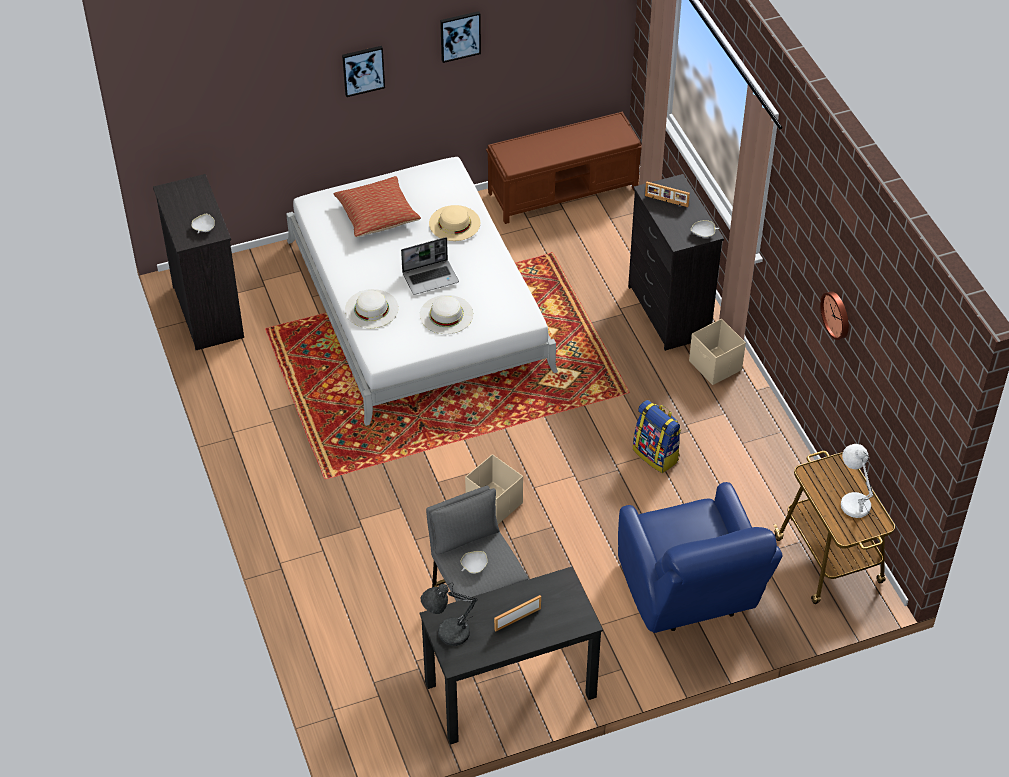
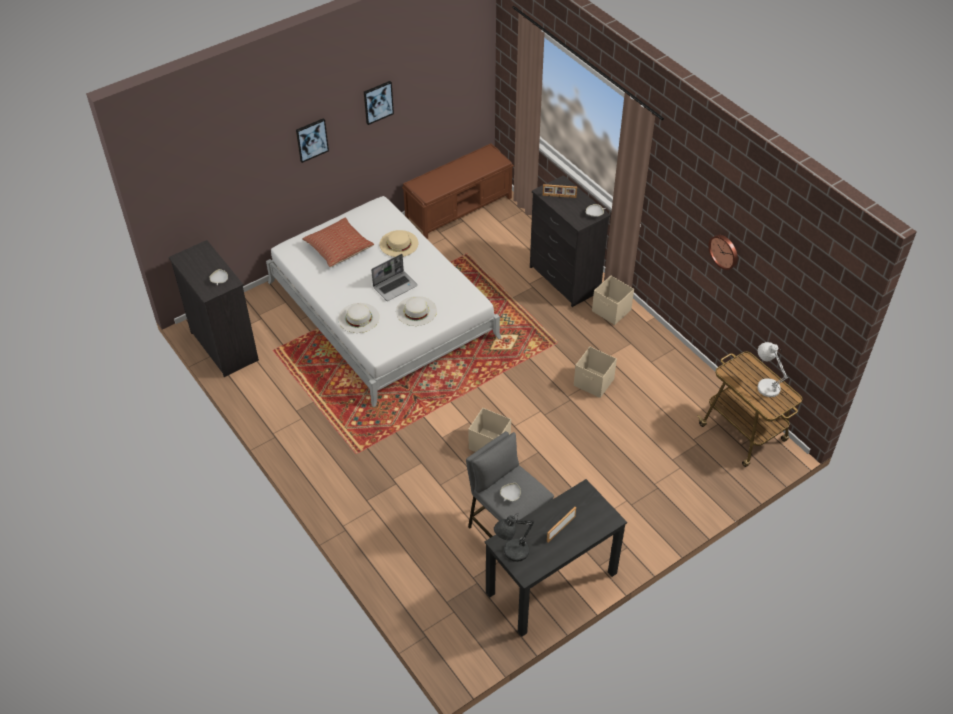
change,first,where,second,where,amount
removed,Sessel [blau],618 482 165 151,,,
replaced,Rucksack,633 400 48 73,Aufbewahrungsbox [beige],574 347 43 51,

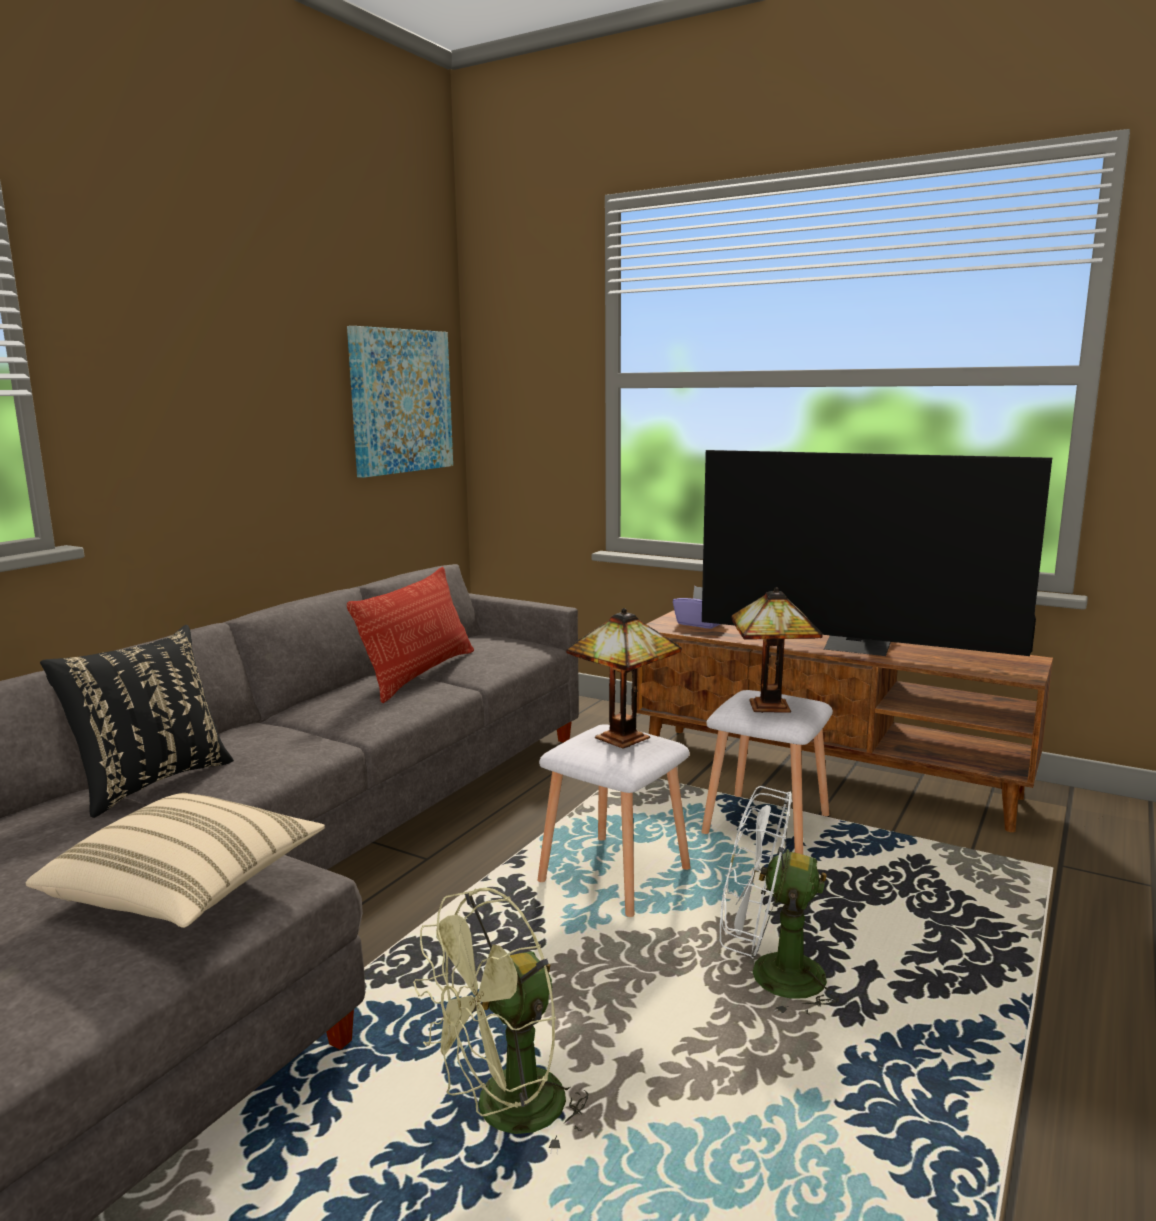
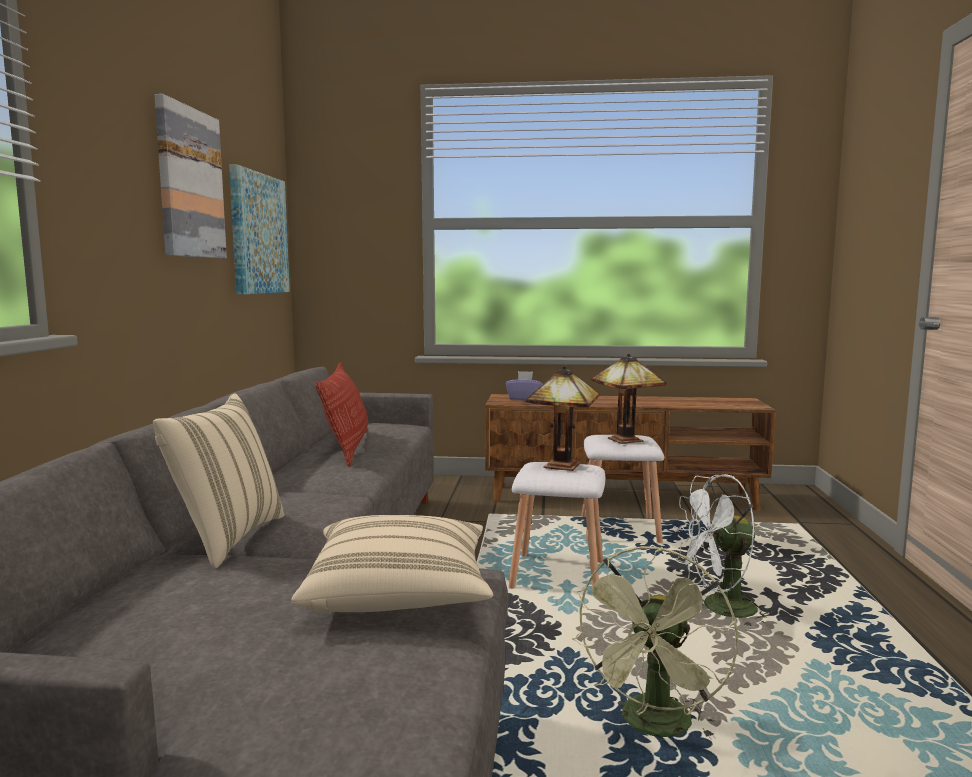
change,first,where,second,where,amount
removed,Fernseher,702 450 350 206,,,
added,,,Bild,155 94 72 164,
recoloured,Kissen [schwarz],40 625 194 193,Kissen [beige],153 393 132 176,

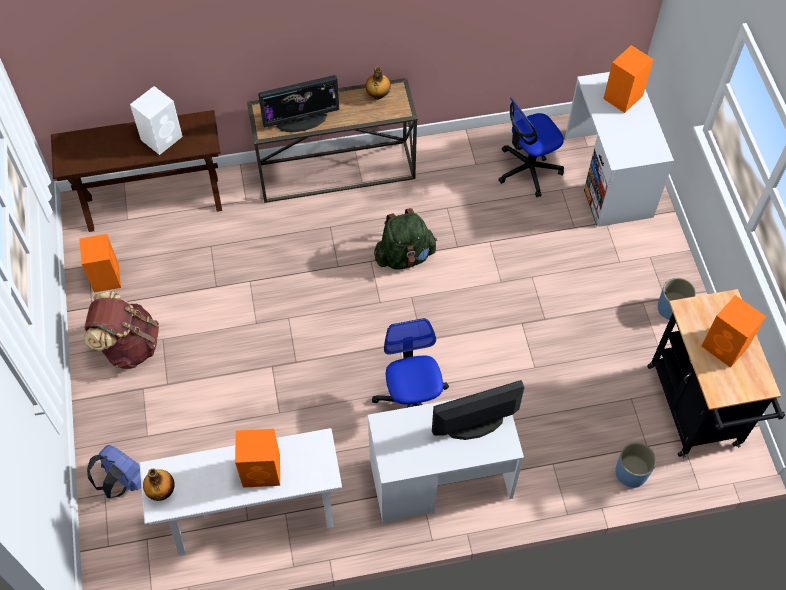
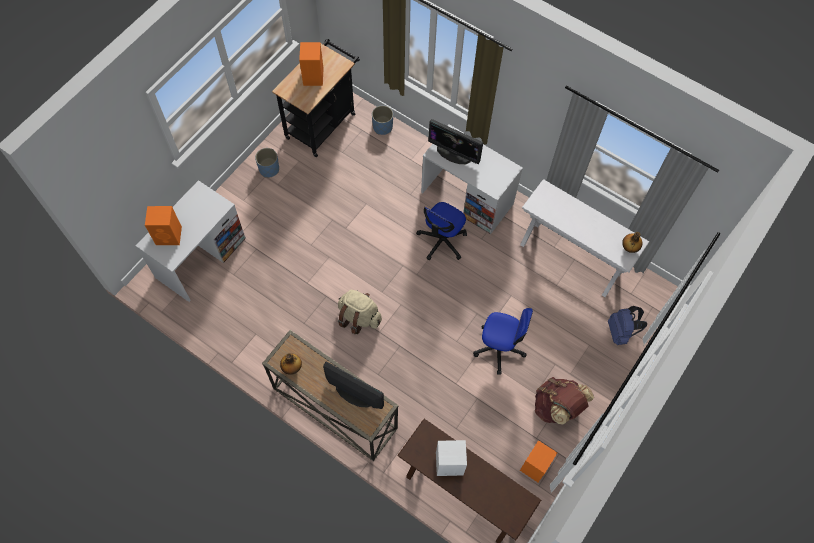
change,first,where,second,where,amount
removed,Lautsprecher [orange],235 429 45 59,,,
moved,Bürostuhl,498 98 66 99,,473 308 60 67,
recoloured,Rucksack [grün],374 208 63 62,Rucksack [beige],338 290 44 44,

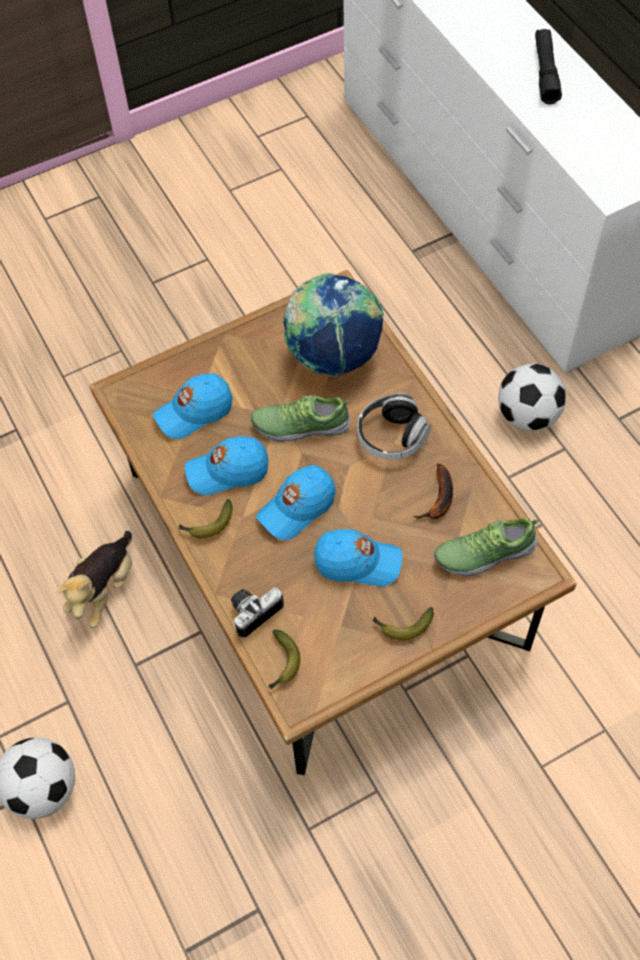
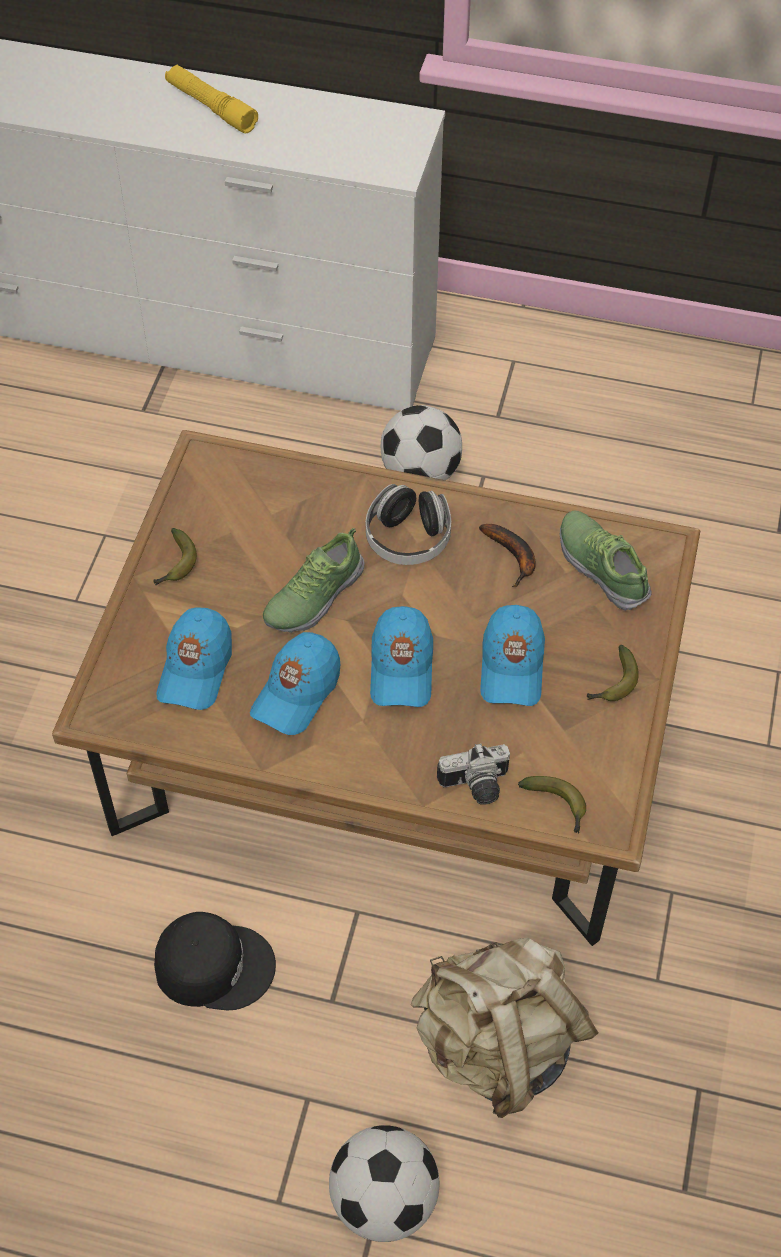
change,first,where,second,where,amount
removed,Globus,283 273 101 104,,,
added,,,Rucksack [beige],411 938 187 180,
moved,Banane,178 499 55 39,,153 528 44 57,
replaced,Plüschtier,57 531 75 97,Kappe [schwarz],154 912 122 98,
recoloured,Taschenlampe [schwarz],535 29 27 75,Taschenlampe [gelb],165 65 93 68,
turned,Kamera,231 588 53 49,,437 743 73 62,105 degrees counterclockwise
turned,Kappe [blau],314 529 88 57,,480 605 65 101,135 degrees clockwise
turned,Schuh,434 518 105 59,,560 511 92 100,120 degrees clockwise

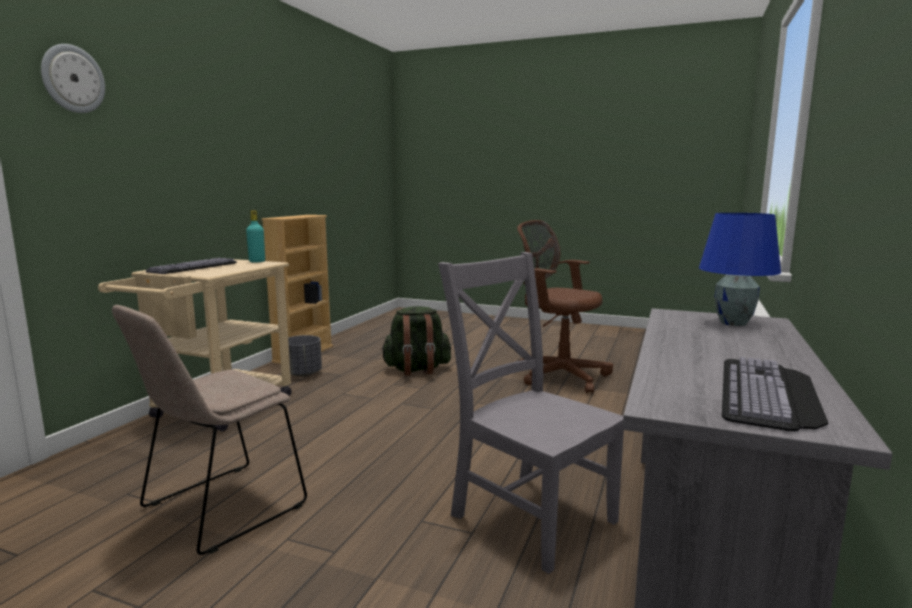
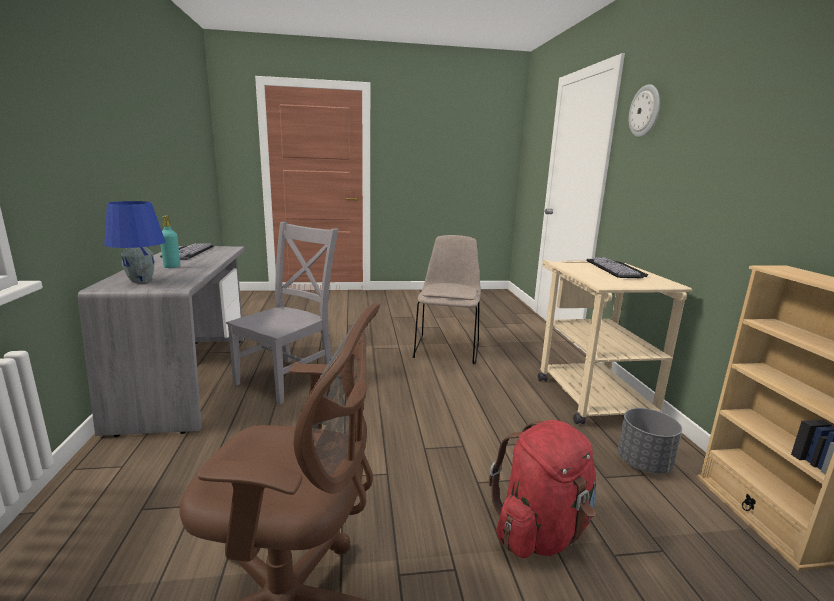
change,first,where,second,where,amount
moved,Flasche [türkis],246 210 19 52,,160 216 20 52,
recoloured,Rucksack [grün],381 306 70 70,Rucksack [rot],489 420 107 138,
turned,Stuhl [grau],438 252 186 322,,226 222 113 183,75 degrees counterclockwise

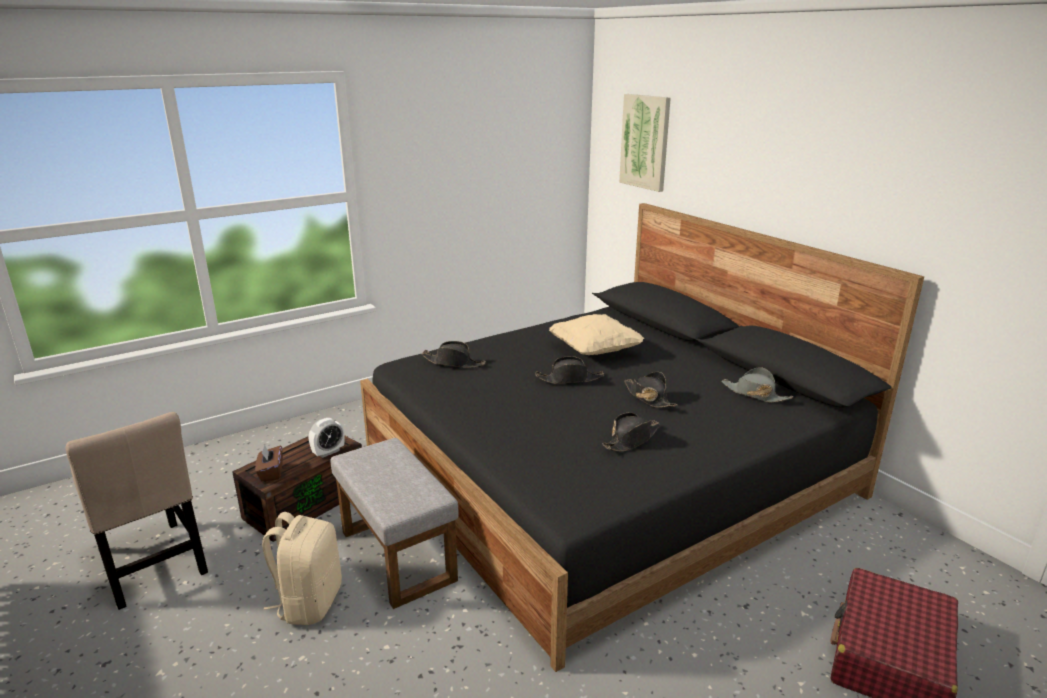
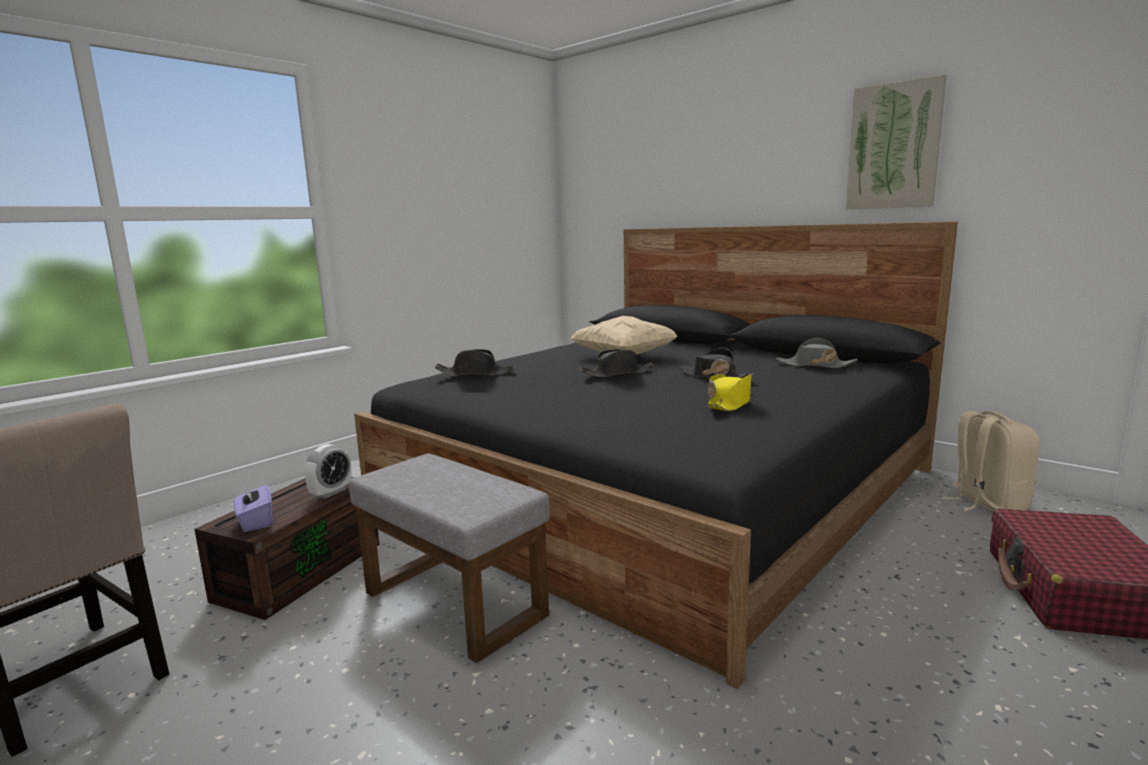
change,first,where,second,where,amount
moved,Rucksack [beige],262 512 80 113,,941 411 99 101,
moved,Bild,619 94 52 98,,846 74 100 136,
recoloured,Taschentuchbox [braun],255 444 28 38,Taschentuchbox [lila],233 482 40 50,
recoloured,Hut [schwarz],602 413 58 38,Hut [gelb],708 374 44 37,

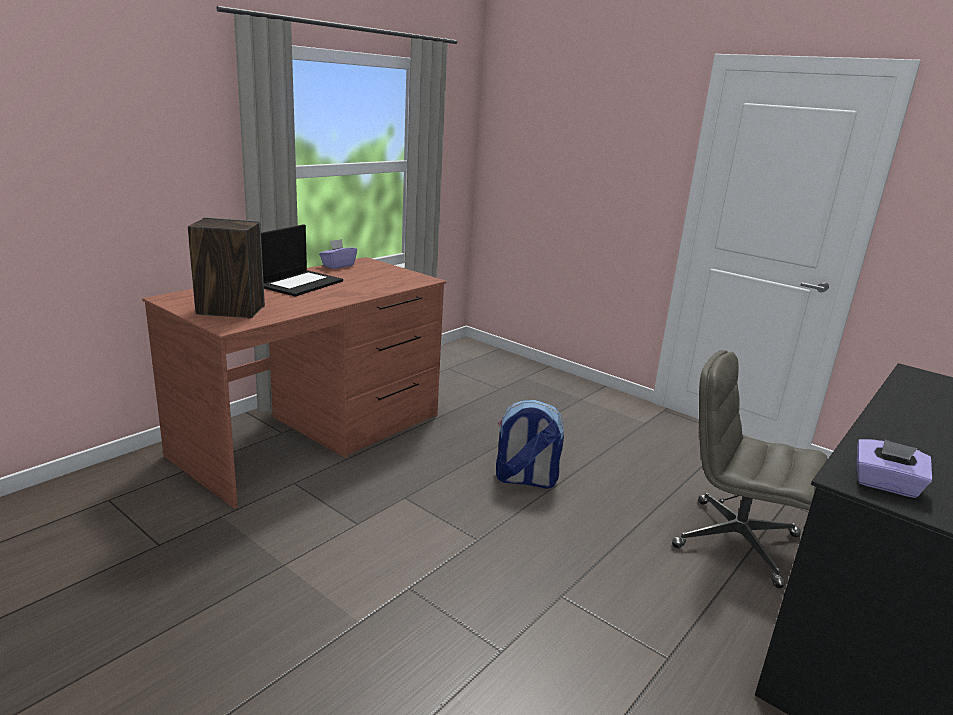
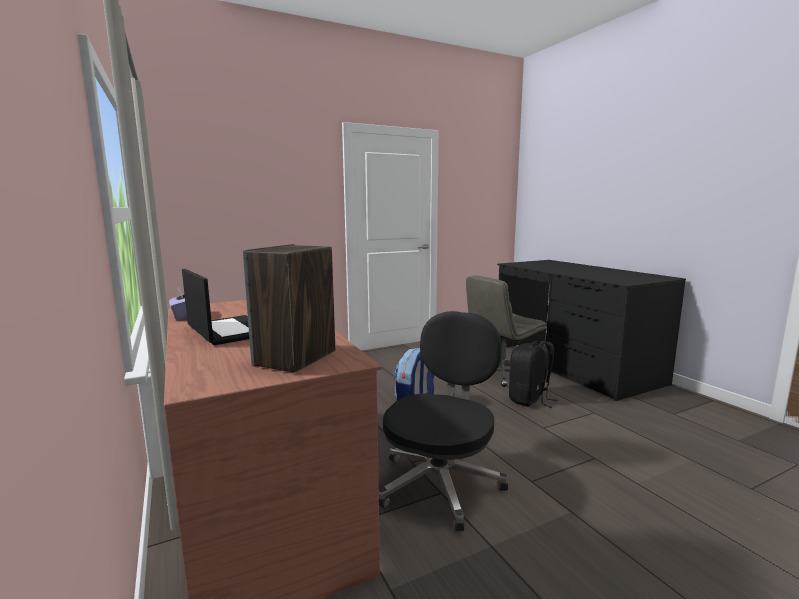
change,first,where,second,where,amount
removed,Taschentuchbox [lila],857 439 75 59,,,
added,,,Bürostuhl [schwarz],379 311 129 220,
added,,,Rucksack [schwarz],509 341 49 67,

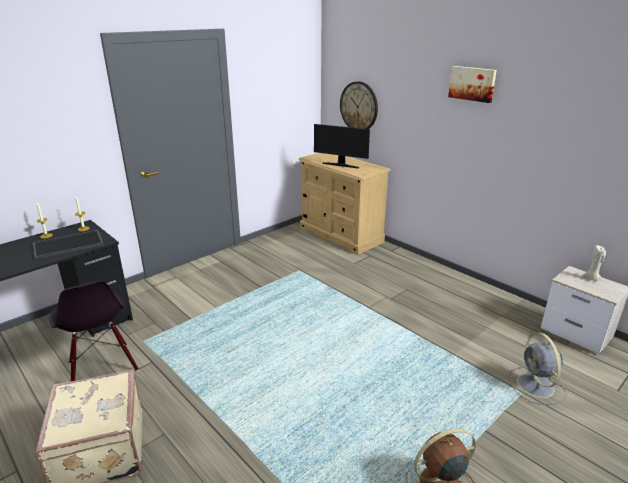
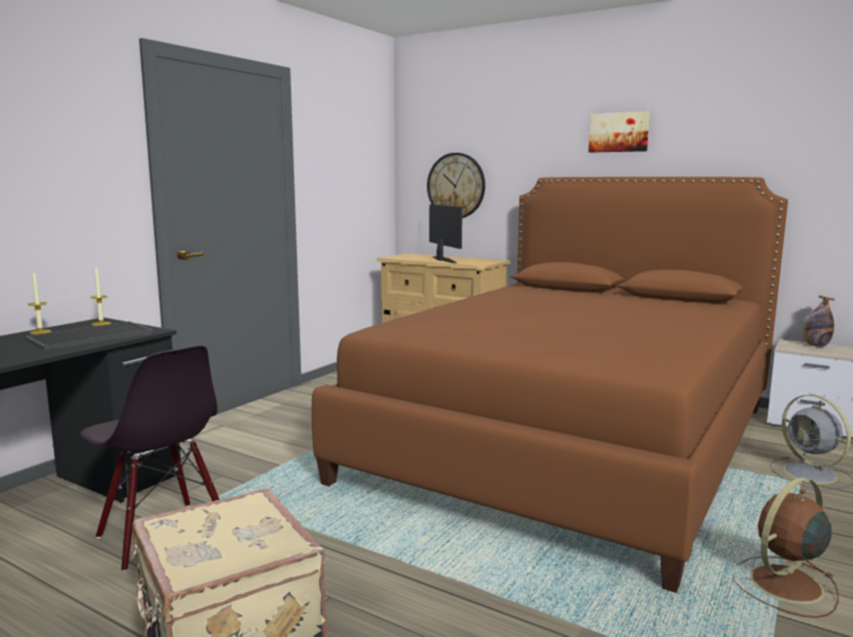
change,first,where,second,where,amount
added,,,Bett [braun],312 177 476 416,
replaced,Kerze [beige],583 245 23 36,Flasche,803 295 31 52,
turned,Monitor,314 124 56 44,,429 204 33 59,120 degrees counterclockwise

